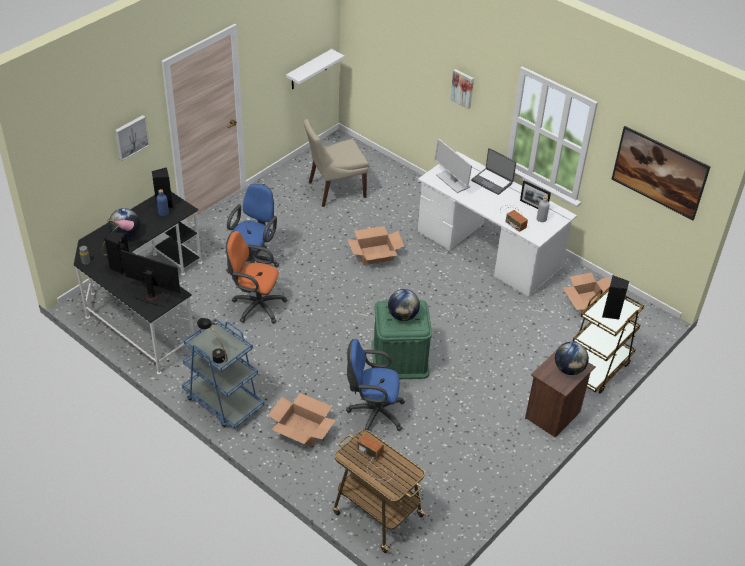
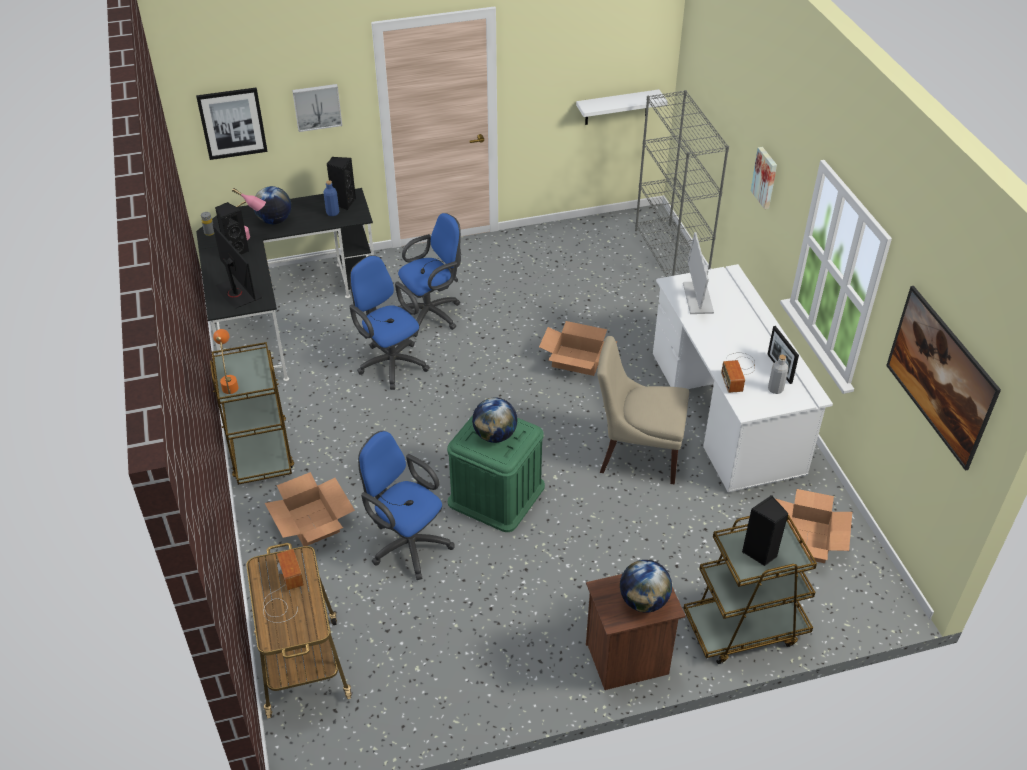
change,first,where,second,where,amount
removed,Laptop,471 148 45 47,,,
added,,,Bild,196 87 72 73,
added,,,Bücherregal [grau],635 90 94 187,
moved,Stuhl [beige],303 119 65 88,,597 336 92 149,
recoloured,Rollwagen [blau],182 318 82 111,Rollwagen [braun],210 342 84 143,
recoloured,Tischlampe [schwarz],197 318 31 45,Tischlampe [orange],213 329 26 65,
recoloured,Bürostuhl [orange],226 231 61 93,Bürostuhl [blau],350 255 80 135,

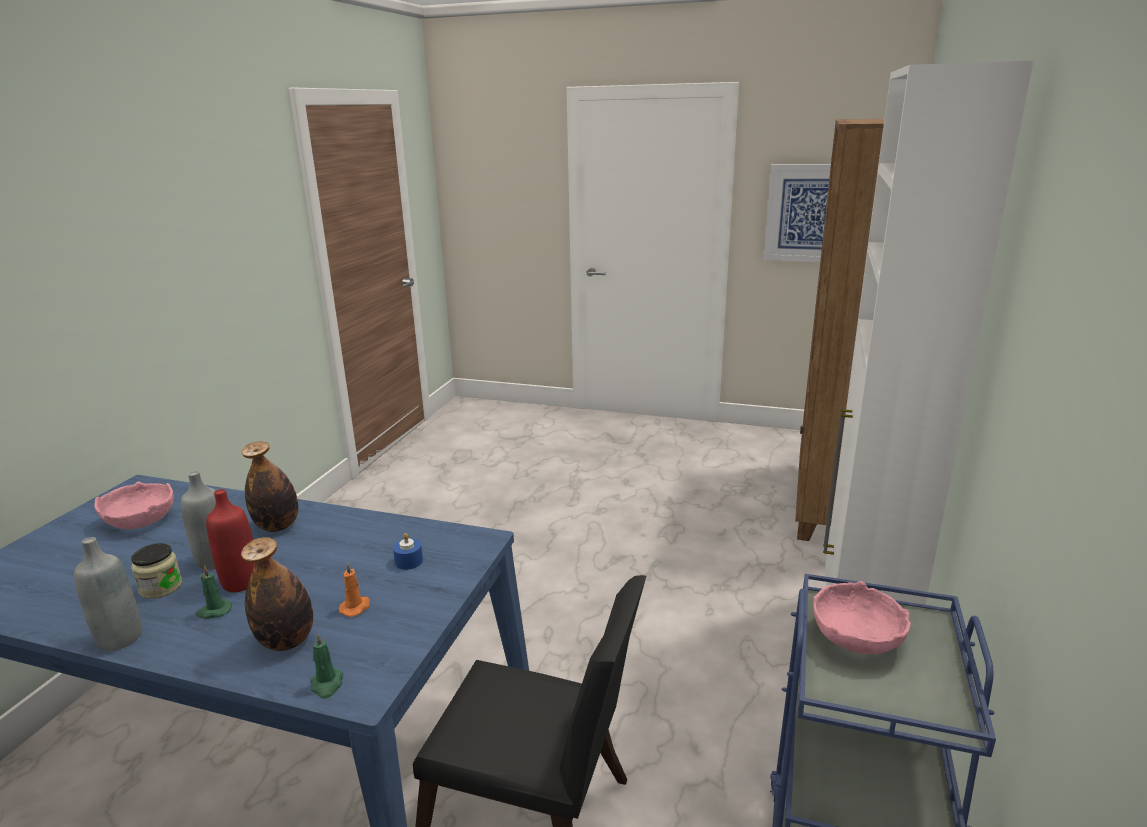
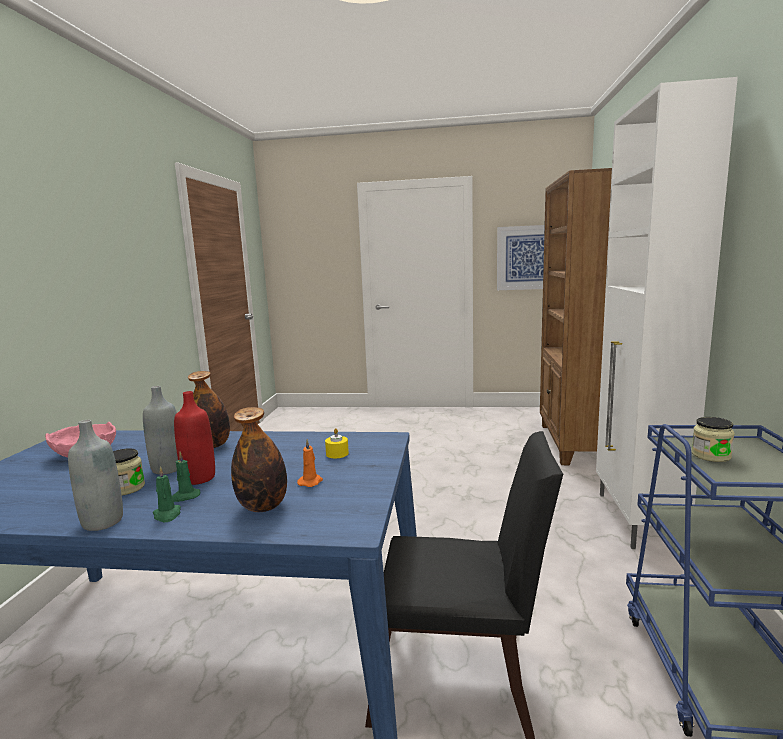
change,first,where,second,where,amount
moved,Kerze [grün],311 633 32 65,,153 467 28 56,
replaced,Schüssel [rosa],813 581 98 73,Vorratsglas,692 417 43 45,
recoloured,Kerze [blau],393 533 30 37,Kerze [gelb],325 428 24 30,

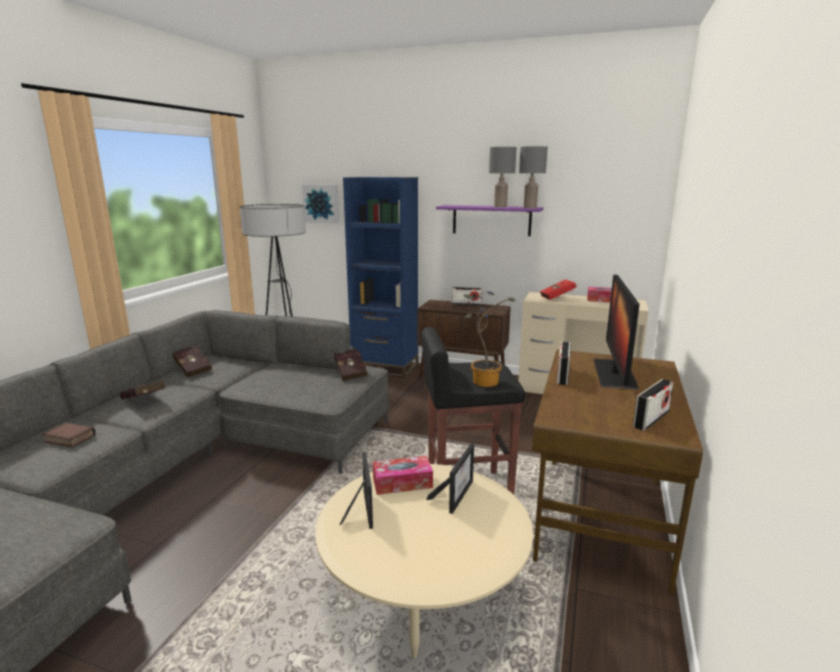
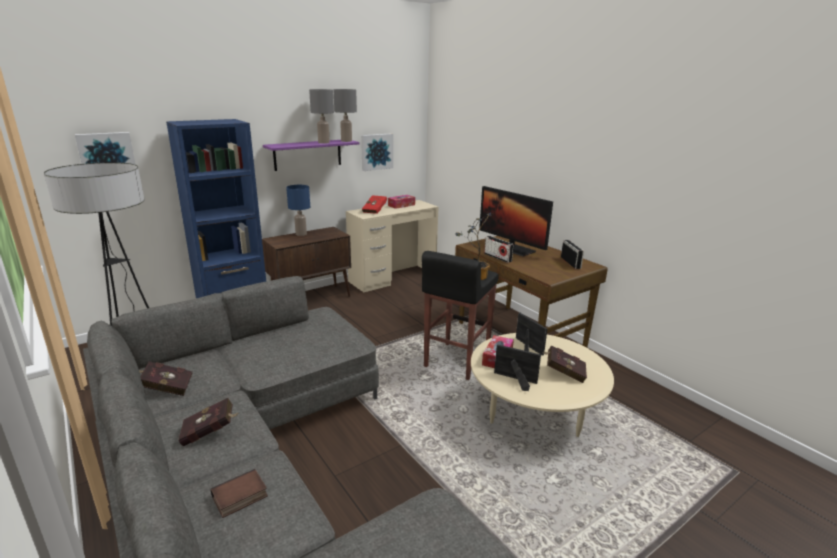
change,first,where,second,where,amount
added,,,Bild,361 133 32 38,
moved,Buch [rot],334 349 33 32,,541 346 46 37,
replaced,Radio,452 287 30 18,Tischlampe [blau],286 185 24 51,

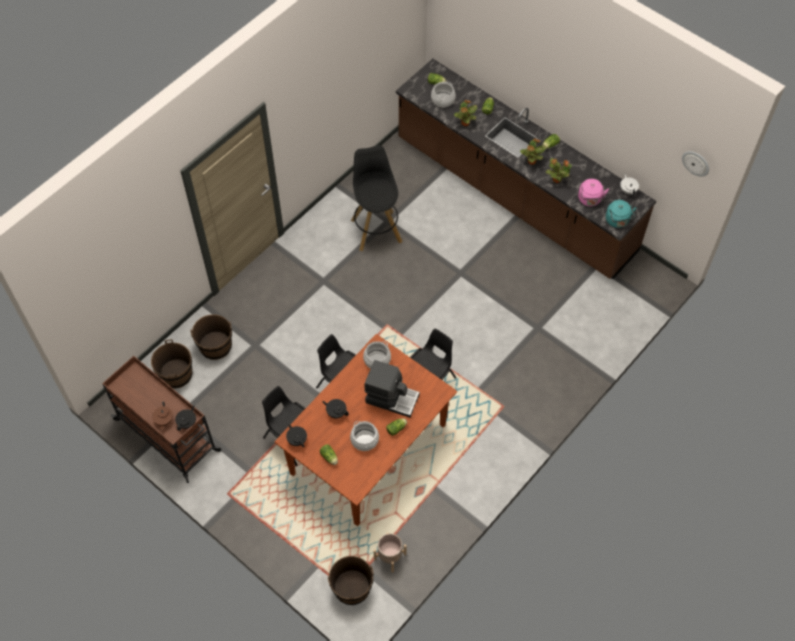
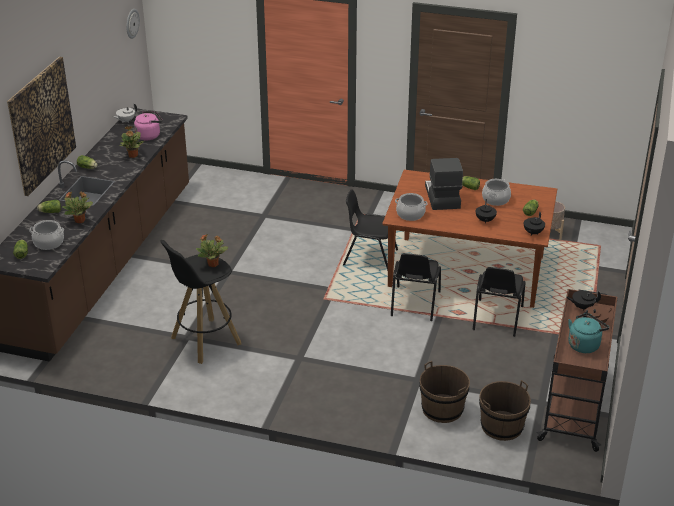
change,first,where,second,where,amount
removed,Eimer [braun],328 556 46 49,,,
added,,,Bild,7 57 69 139,
moved,Topfpflanze,520 138 26 27,,196 234 32 33,
moved,Wasserkessel [türkis],606 200 30 28,,568 313 41 40,

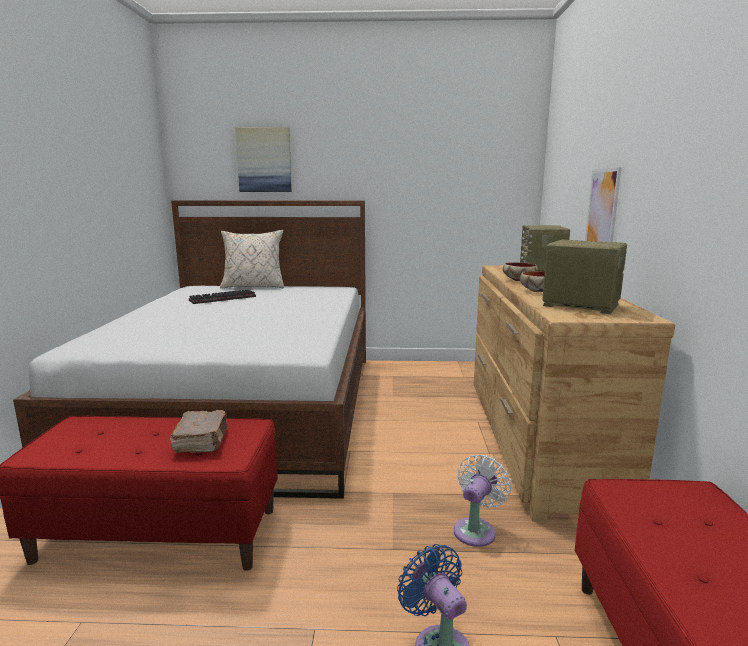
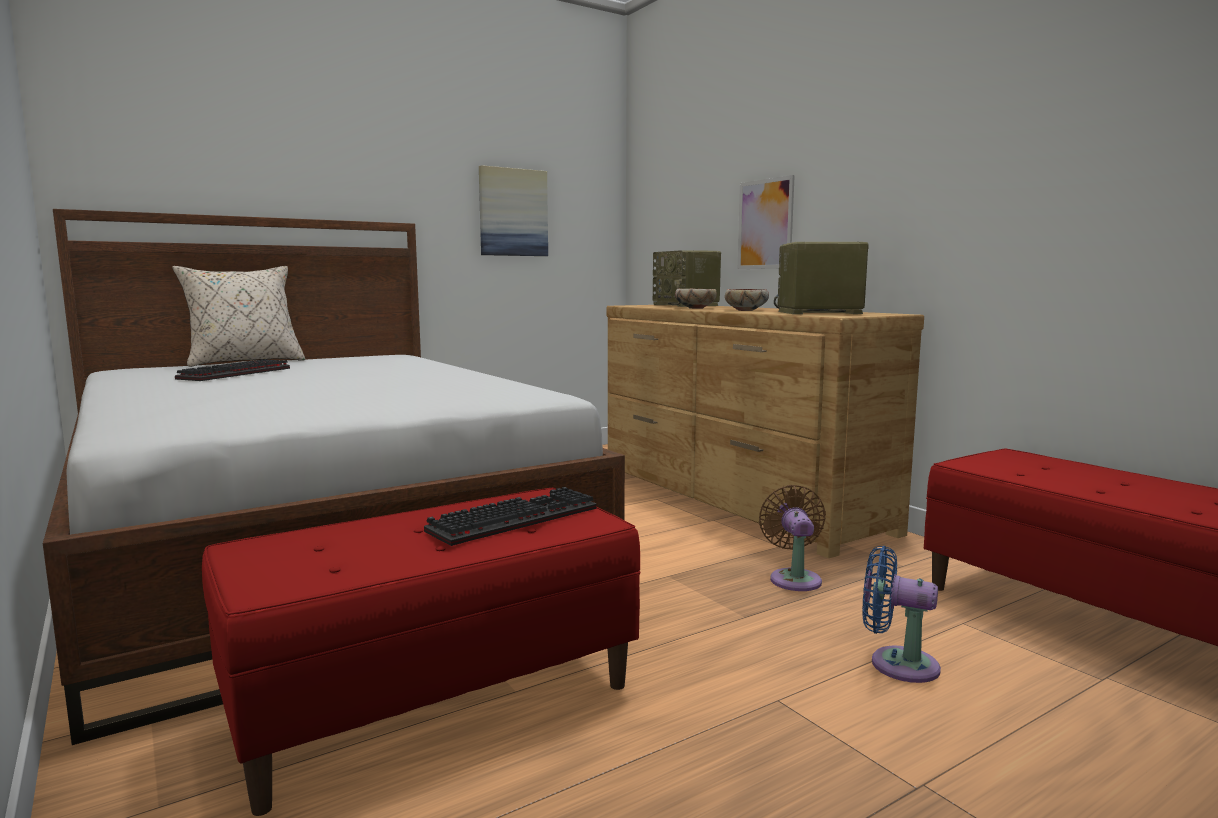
change,first,where,second,where,amount
moved,Bild,235 127 57 65,,479 165 69 91,
replaced,Buch [braun],170 410 58 43,Tastatur,424 487 172 59,
recoloured,Ventilator [weiß],454 454 58 93,Ventilator [braun],759 485 67 106,

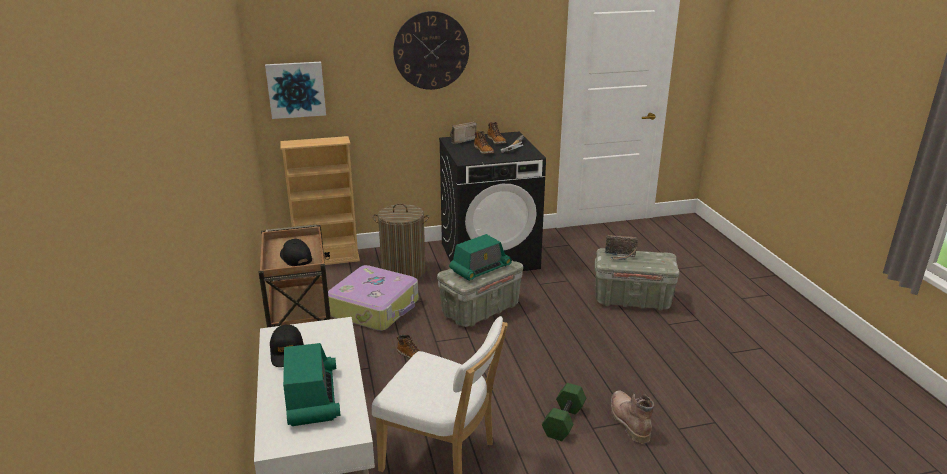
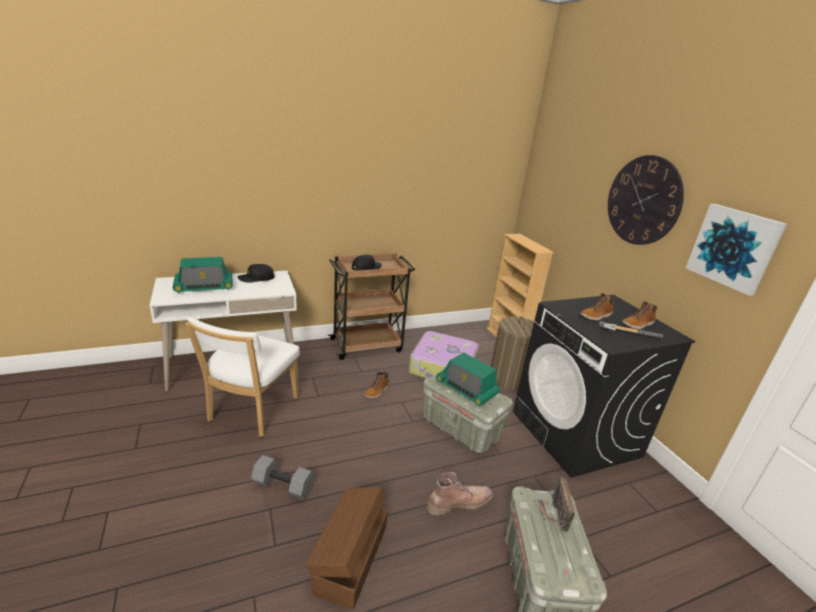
change,first,where,second,where,amount
removed,Radio,450 122 27 22,,,
added,,,Aufbewahrungsbox [braun],306 487 82 123,
moved,Bild,265 62 61 57,,686 204 101 92,
moved,Stiefel [braun],610 390 44 54,,427 472 66 43,
recoloured,Hantel [grün],542 383 44 58,Hantel [grau],251 455 64 45,

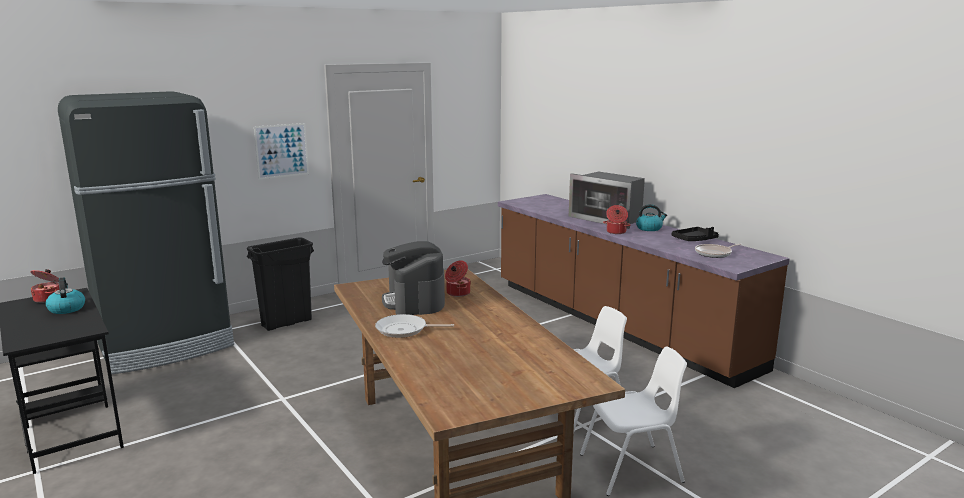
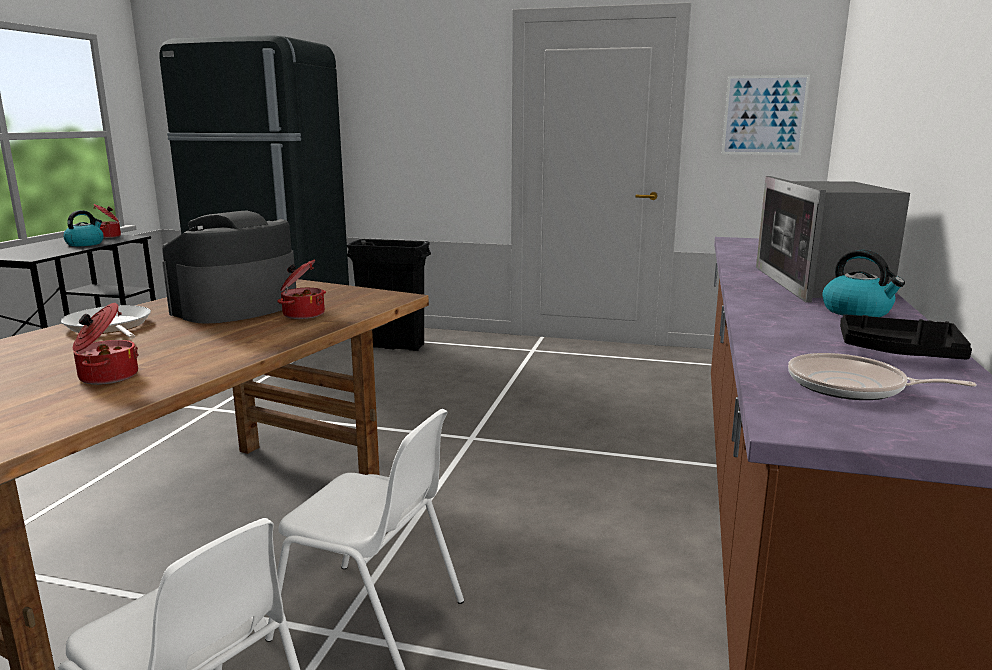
change,first,where,second,where,amount
moved,Bild,254 123 55 57,,722 75 88 80,
moved,Kochtopf,603 205 27 29,,73 303 66 82,

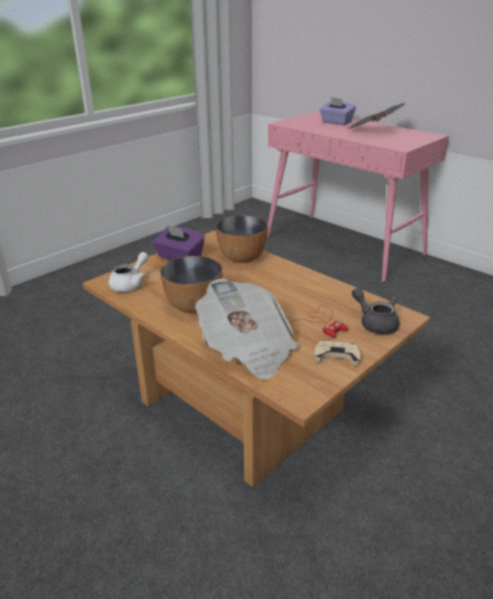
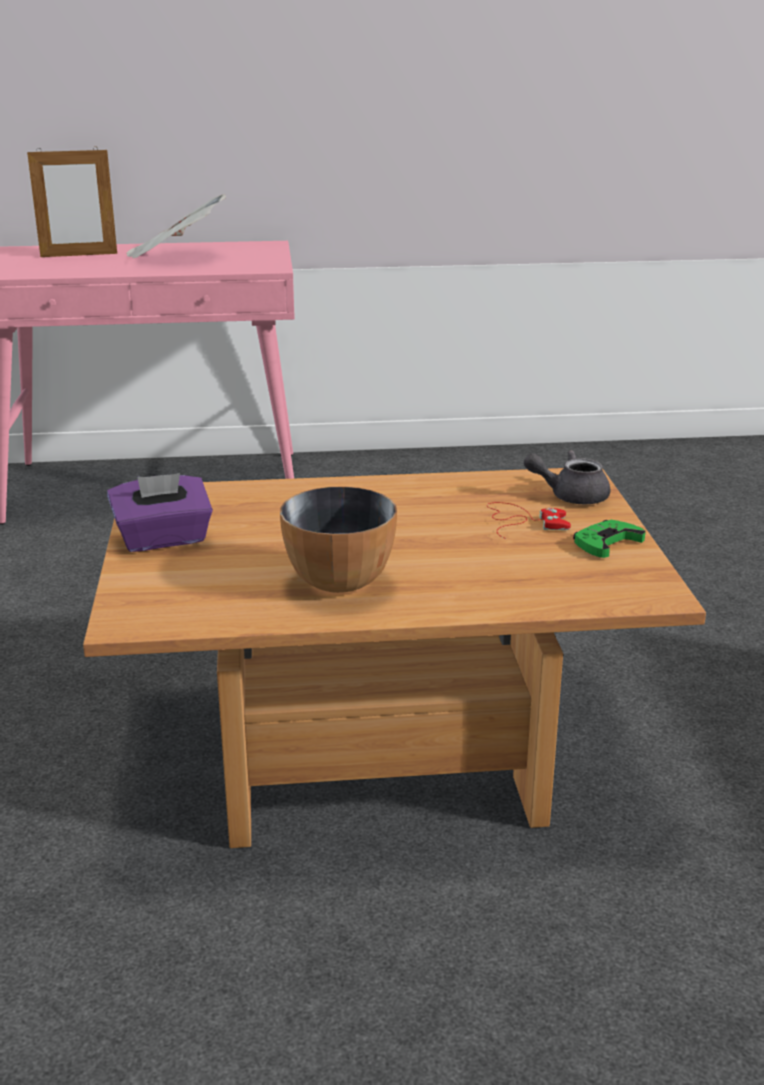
change,first,where,second,where,amount
removed,Teekanne [weiß],109 252 39 40,,,
removed,Zeitung,195 278 103 102,,,
removed,Schüssel,216 216 52 47,,,
replaced,Taschentuchbox [lila],320 97 36 28,Bilderrahmen,27 146 90 111,
recoloured,Gamepad [beige],314 341 47 25,Gamepad [grün],573 520 73 38,

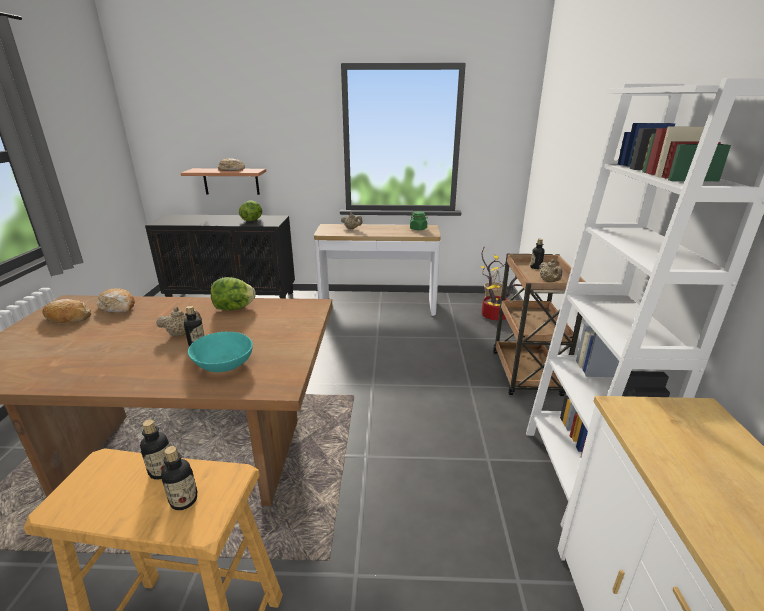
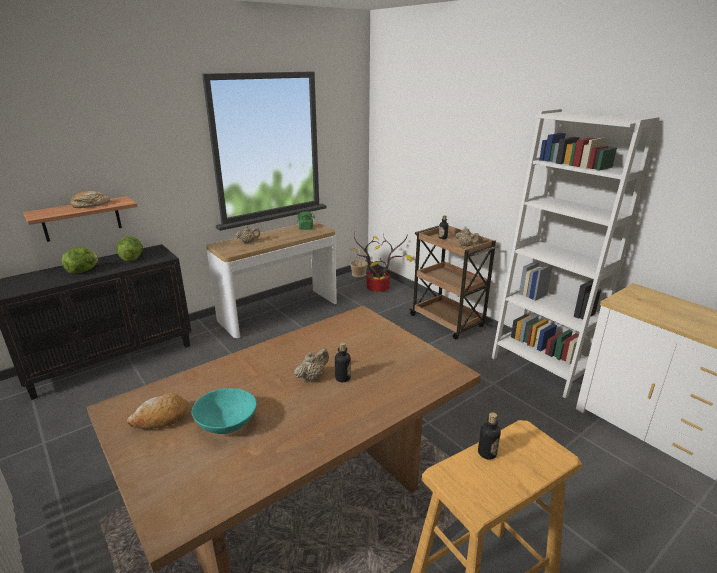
change,first,where,second,where,amount
removed,Brot,97 288 38 25,,,
removed,Flasche,161 446 37 64,,,
moved,Schüssel [türkis],188 332 65 40,,192 388 65 46,
moved,Salatkopf,211 277 45 33,,62 247 36 27,

